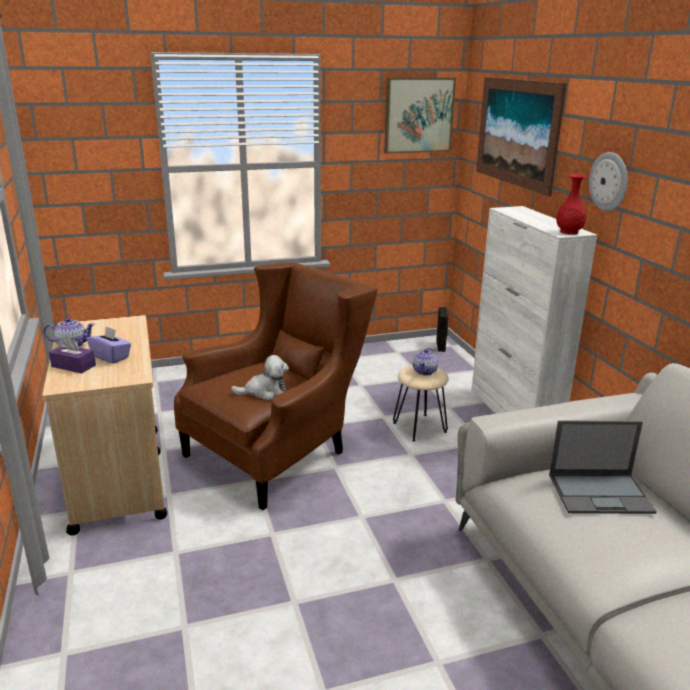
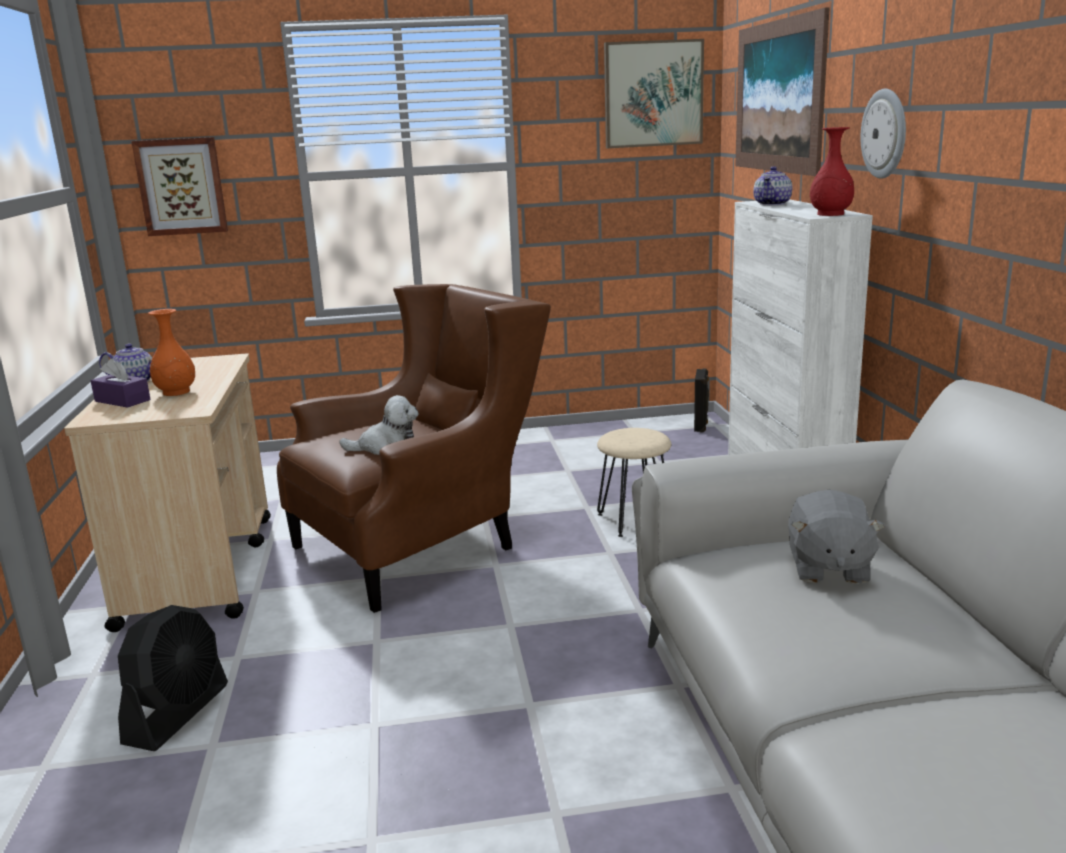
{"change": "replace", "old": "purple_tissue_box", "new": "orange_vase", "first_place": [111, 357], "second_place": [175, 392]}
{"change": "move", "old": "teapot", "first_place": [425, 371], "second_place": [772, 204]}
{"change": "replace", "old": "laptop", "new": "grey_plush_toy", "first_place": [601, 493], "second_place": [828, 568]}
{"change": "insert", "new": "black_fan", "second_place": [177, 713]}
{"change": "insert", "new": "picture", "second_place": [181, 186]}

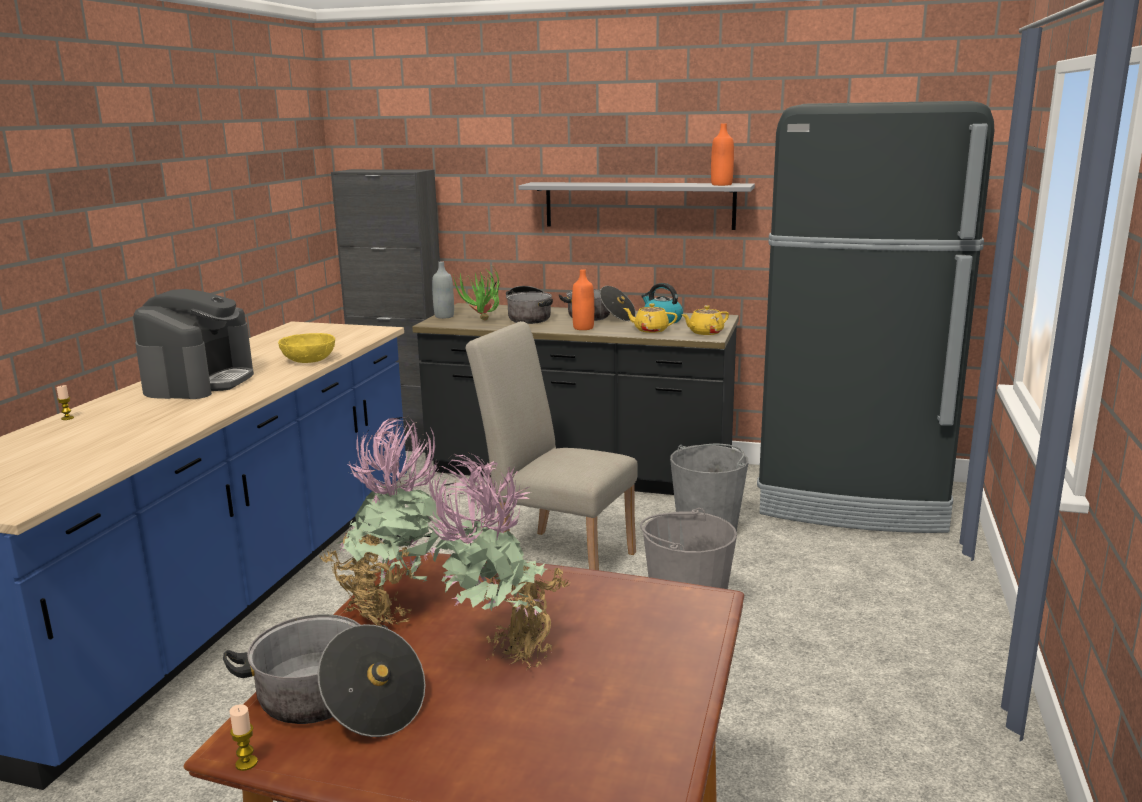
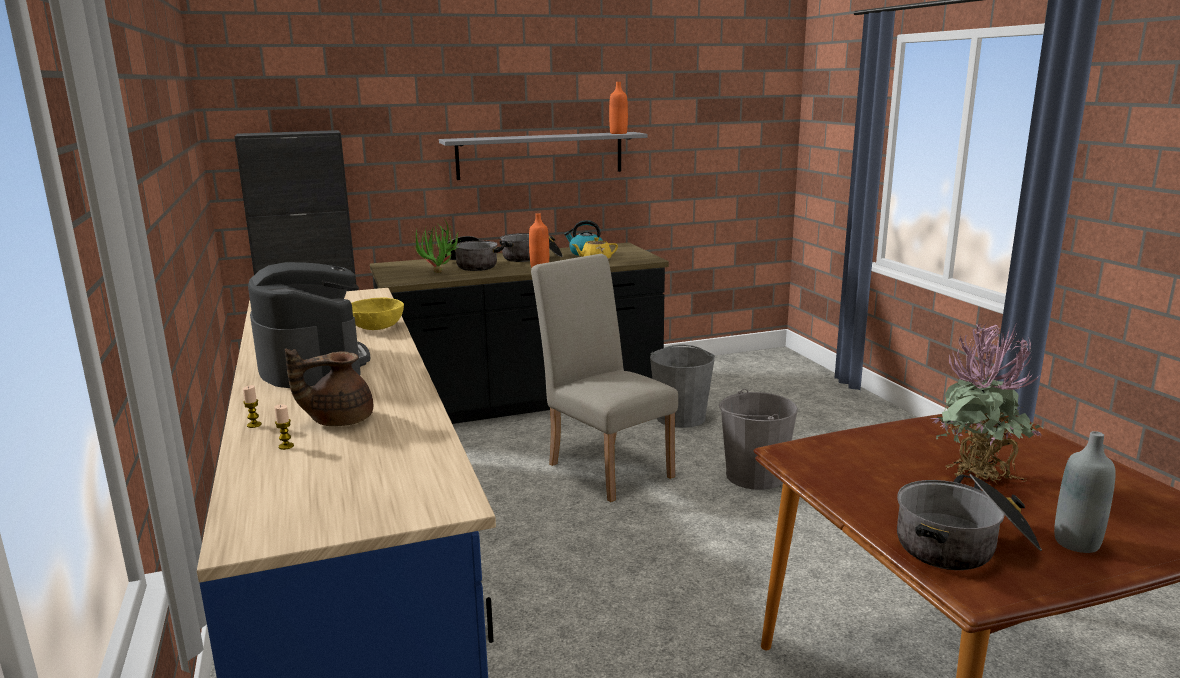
{"change": "move", "old": "candle", "first_place": [246, 763], "second_place": [286, 446]}
{"change": "delete", "old": "potted_plant", "first_place": [392, 609]}
{"change": "move", "old": "grey_bottle", "first_place": [444, 316], "second_place": [1076, 542]}
{"change": "rotate", "old": "beige_chair", "first_place": [557, 556], "second_place": [605, 466], "degrees": 60}
{"change": "delete", "old": "yellow_teapot", "first_place": [705, 332]}
{"change": "delete", "old": "black_fridge", "first_place": [852, 500]}
{"change": "insert", "new": "brown_teapot", "second_place": [339, 420]}

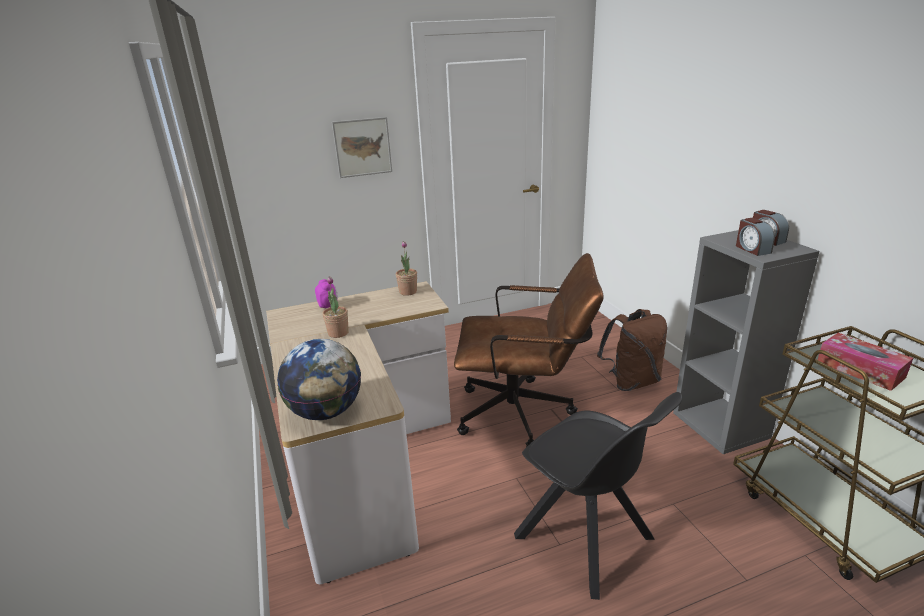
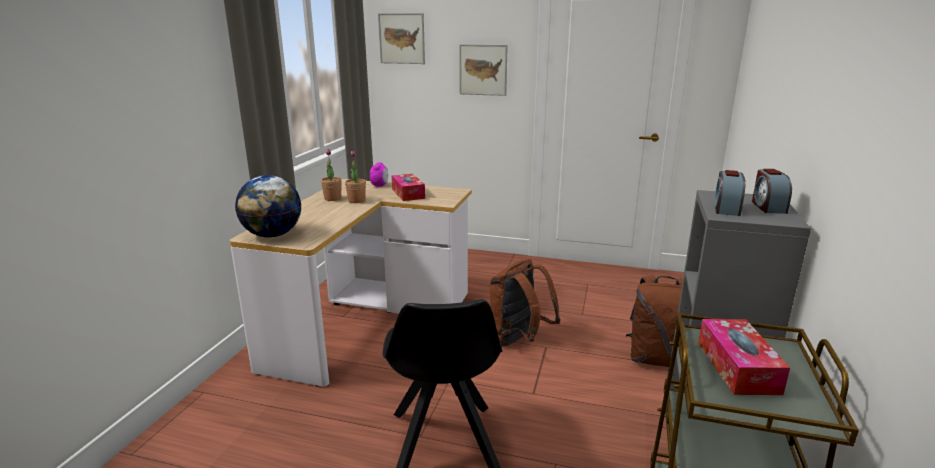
{"change": "move", "old": "potted_plant", "first_place": [408, 292], "second_place": [332, 198]}
{"change": "replace", "old": "brown_office_chair", "new": "brown_backpack", "first_place": [525, 414], "second_place": [518, 341]}
{"change": "insert", "new": "picture", "second_place": [402, 38]}
{"change": "insert", "new": "tissue_box", "second_place": [408, 193]}

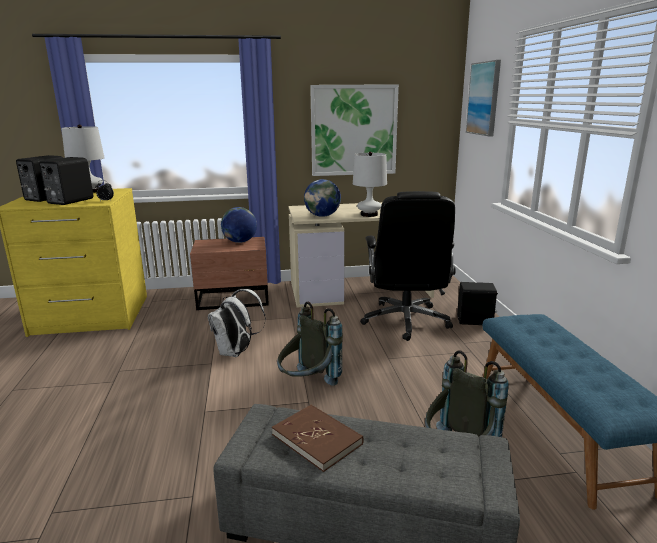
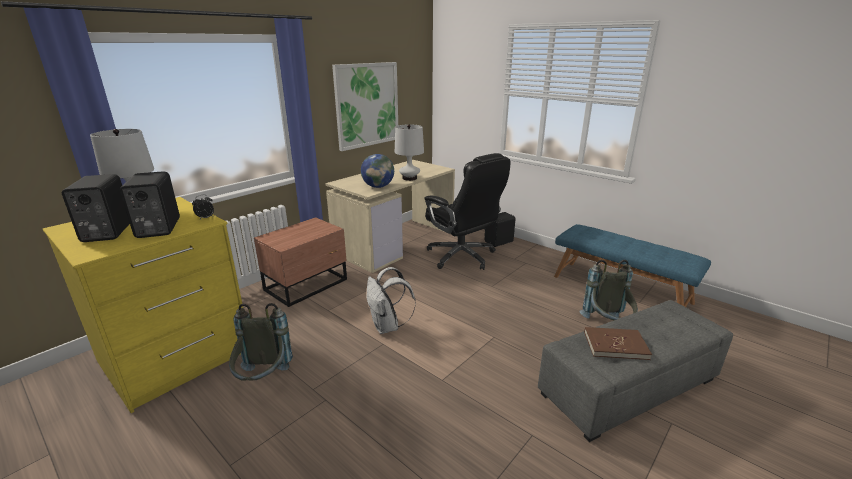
{"change": "delete", "old": "globe", "first_place": [240, 242]}
{"change": "move", "old": "grey_backpack", "first_place": [308, 385], "second_place": [264, 380]}
{"change": "delete", "old": "picture", "first_place": [484, 98]}

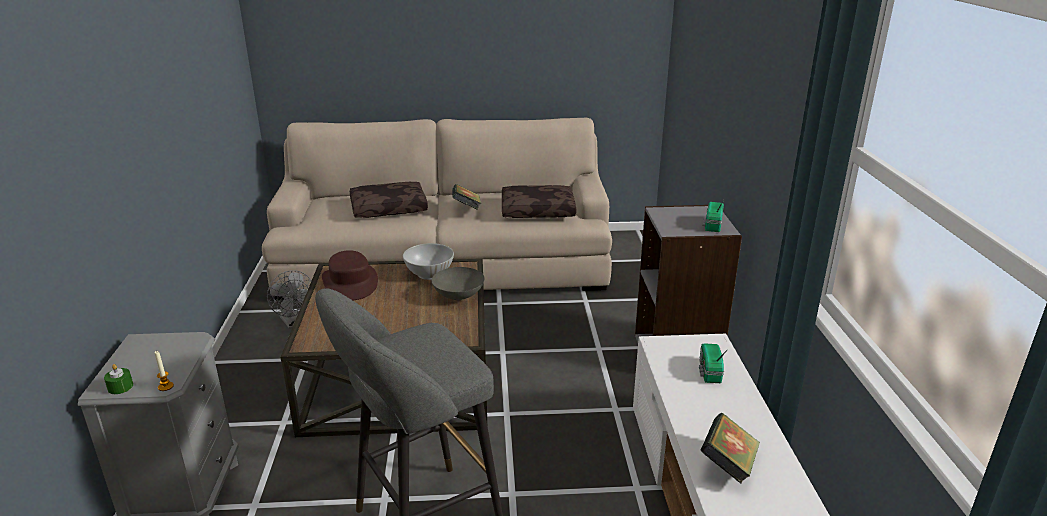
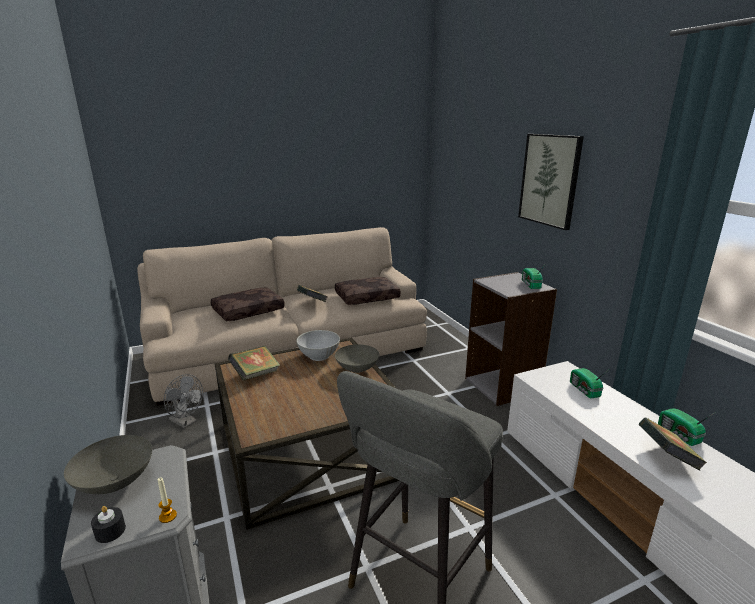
{"change": "recolor", "old": "green_candle", "new": "black_candle", "first_place": [120, 387], "second_place": [110, 531]}
{"change": "replace", "old": "brown_hat", "new": "book", "first_place": [350, 283], "second_place": [255, 374]}
{"change": "insert", "new": "grey_bowl", "second_place": [114, 483]}
{"change": "insert", "new": "picture", "second_place": [550, 180]}
{"change": "insert", "new": "radio", "second_place": [679, 435]}

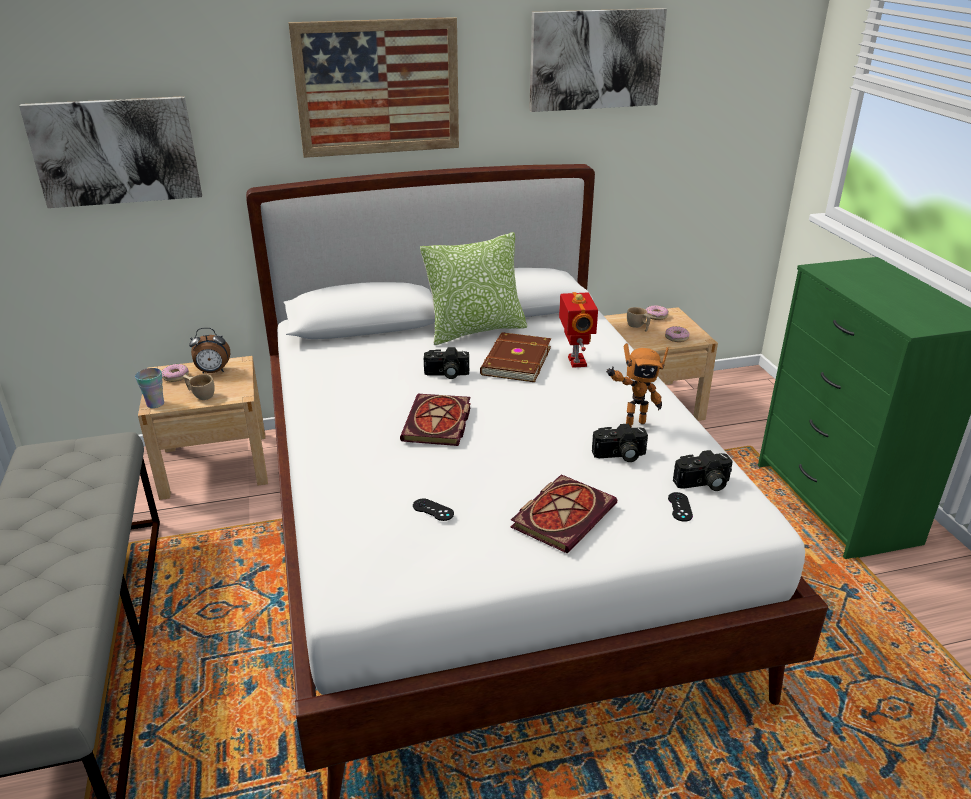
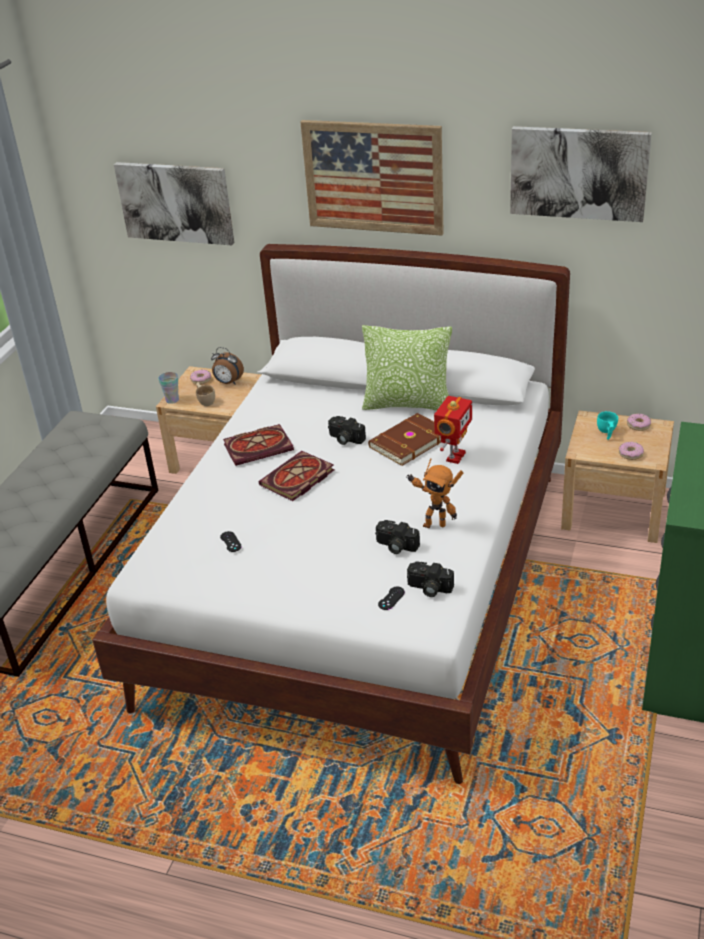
{"change": "move", "old": "book", "first_place": [563, 514], "second_place": [259, 446]}
{"change": "recolor", "old": "beige_cup", "new": "turquoise_cup", "first_place": [638, 327], "second_place": [606, 432]}

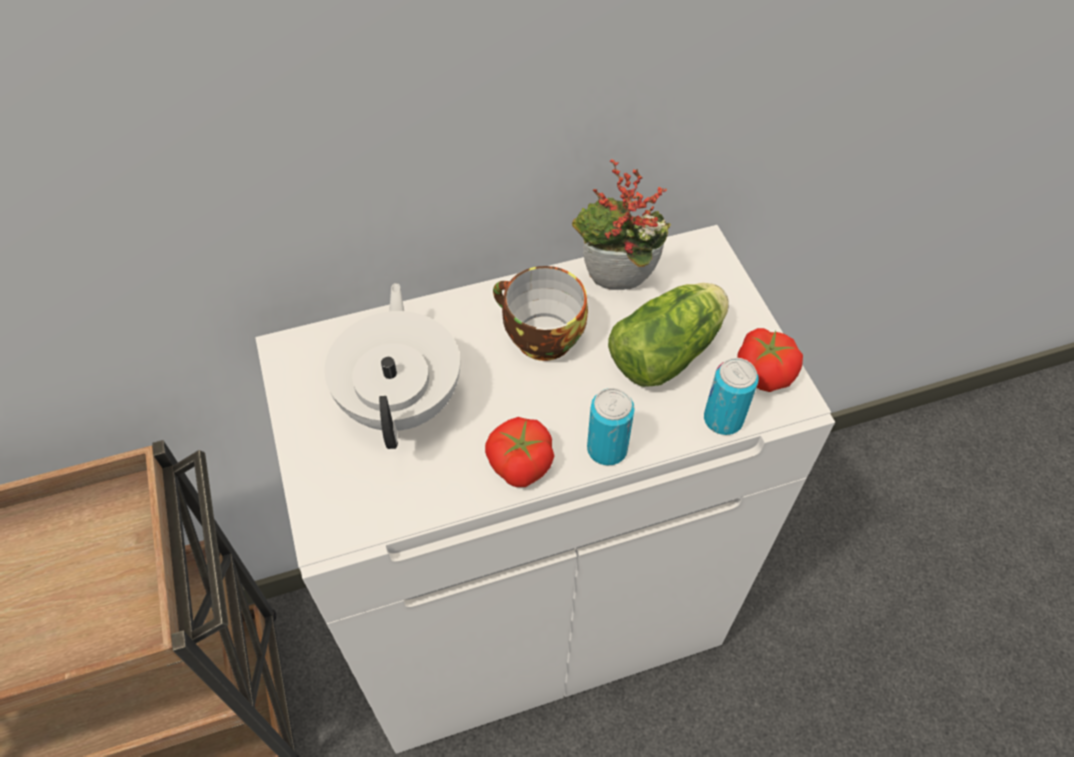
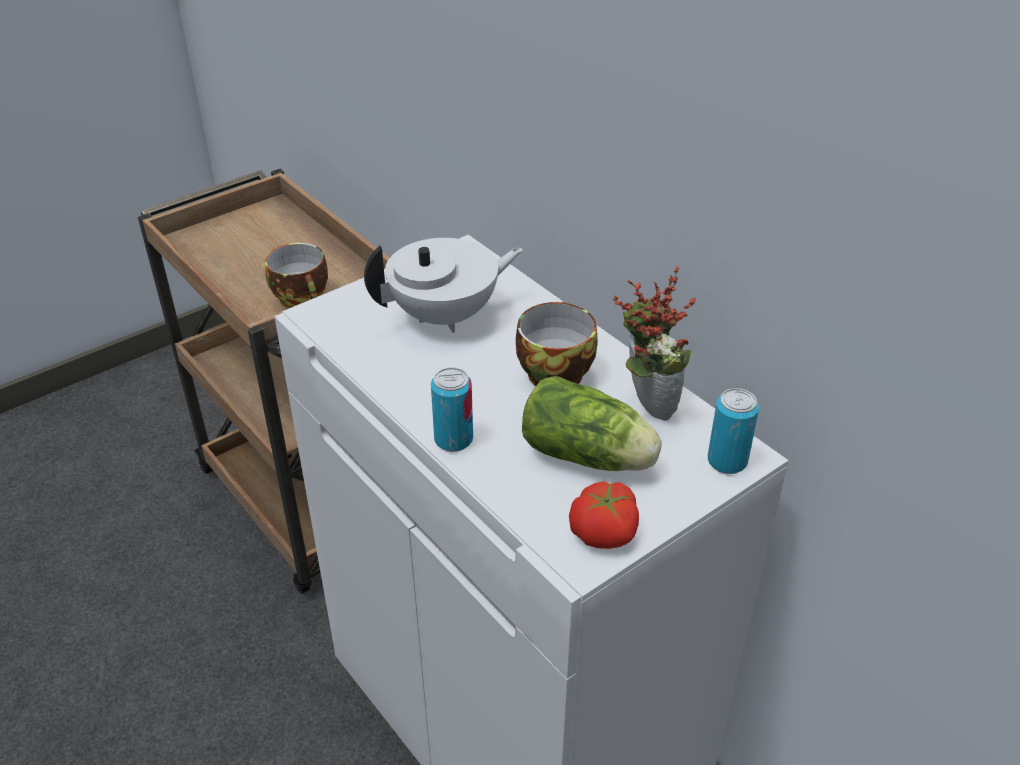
{"change": "delete", "old": "tomato", "first_place": [519, 463]}
{"change": "move", "old": "can", "first_place": [723, 419], "second_place": [727, 461]}
{"change": "insert", "new": "cup", "second_place": [303, 299]}

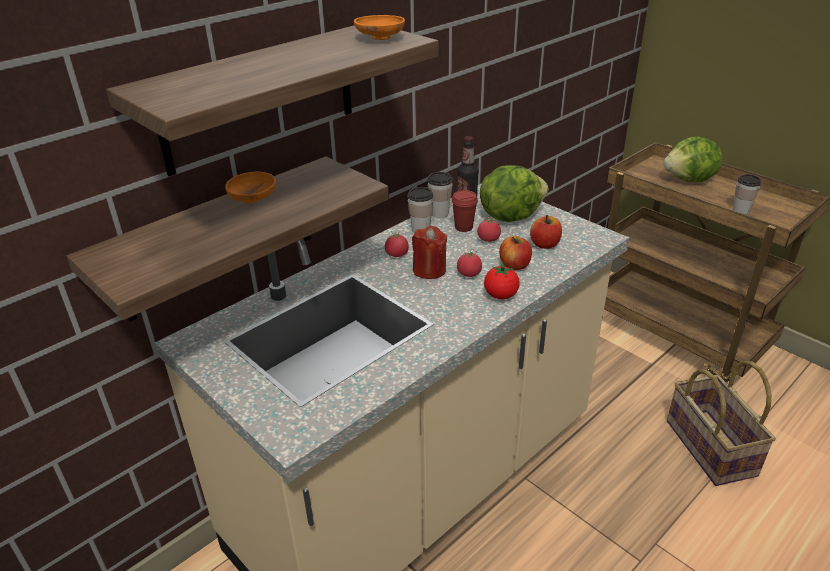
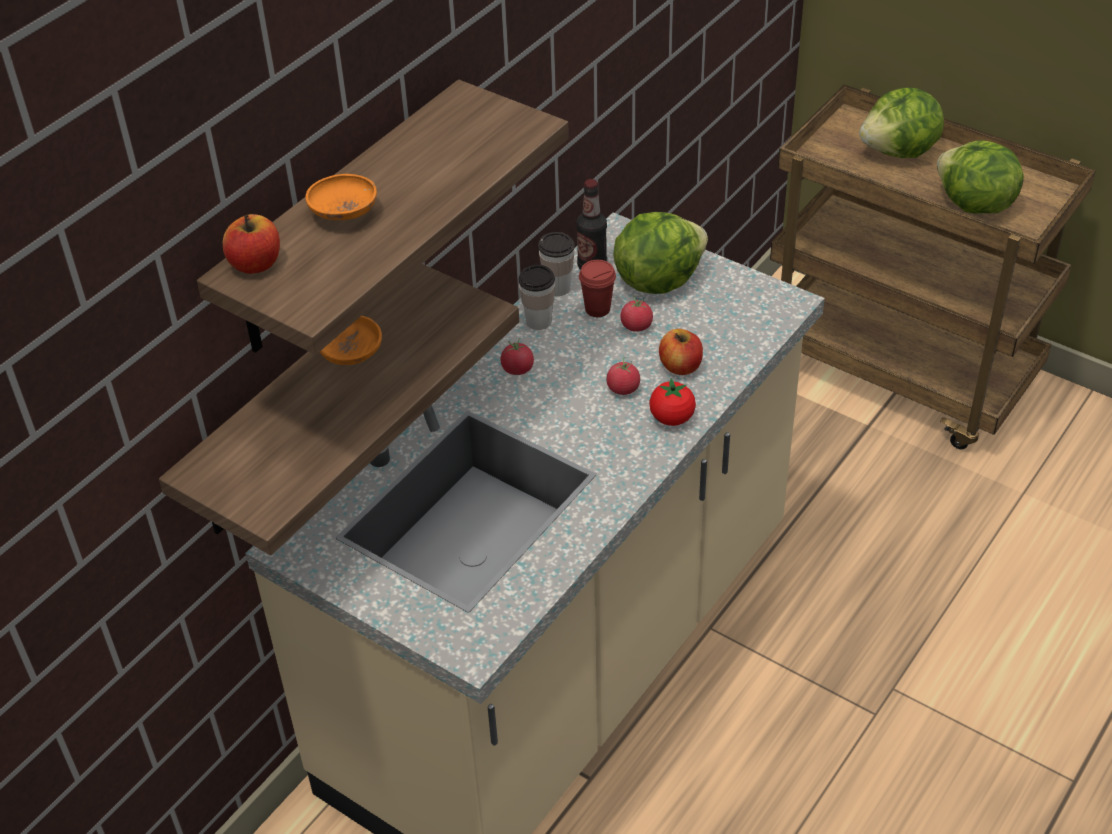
{"change": "move", "old": "orange_bowl", "first_place": [380, 38], "second_place": [344, 213]}
{"change": "delete", "old": "red_candle", "first_place": [429, 270]}
{"change": "move", "old": "apple", "first_place": [545, 244], "second_place": [256, 263]}
{"change": "delete", "old": "basket", "first_place": [708, 447]}
{"change": "replace", "old": "cup", "new": "lettuce", "first_place": [740, 211], "second_place": [973, 205]}

